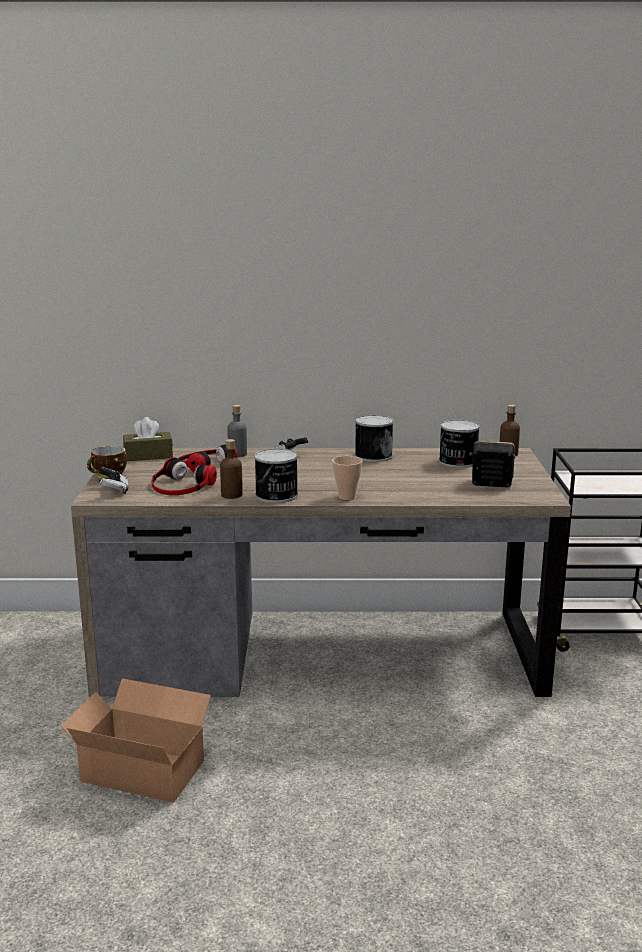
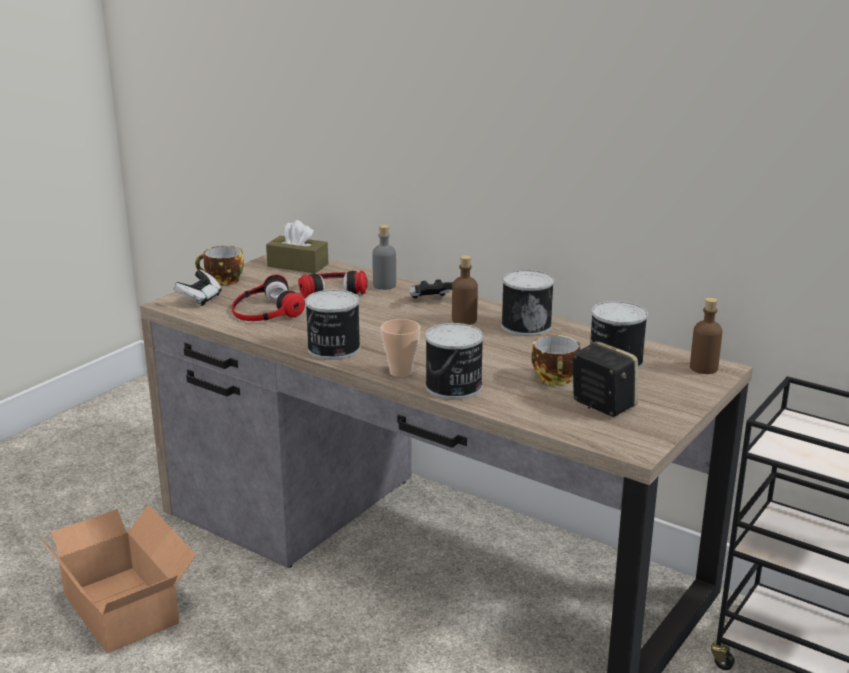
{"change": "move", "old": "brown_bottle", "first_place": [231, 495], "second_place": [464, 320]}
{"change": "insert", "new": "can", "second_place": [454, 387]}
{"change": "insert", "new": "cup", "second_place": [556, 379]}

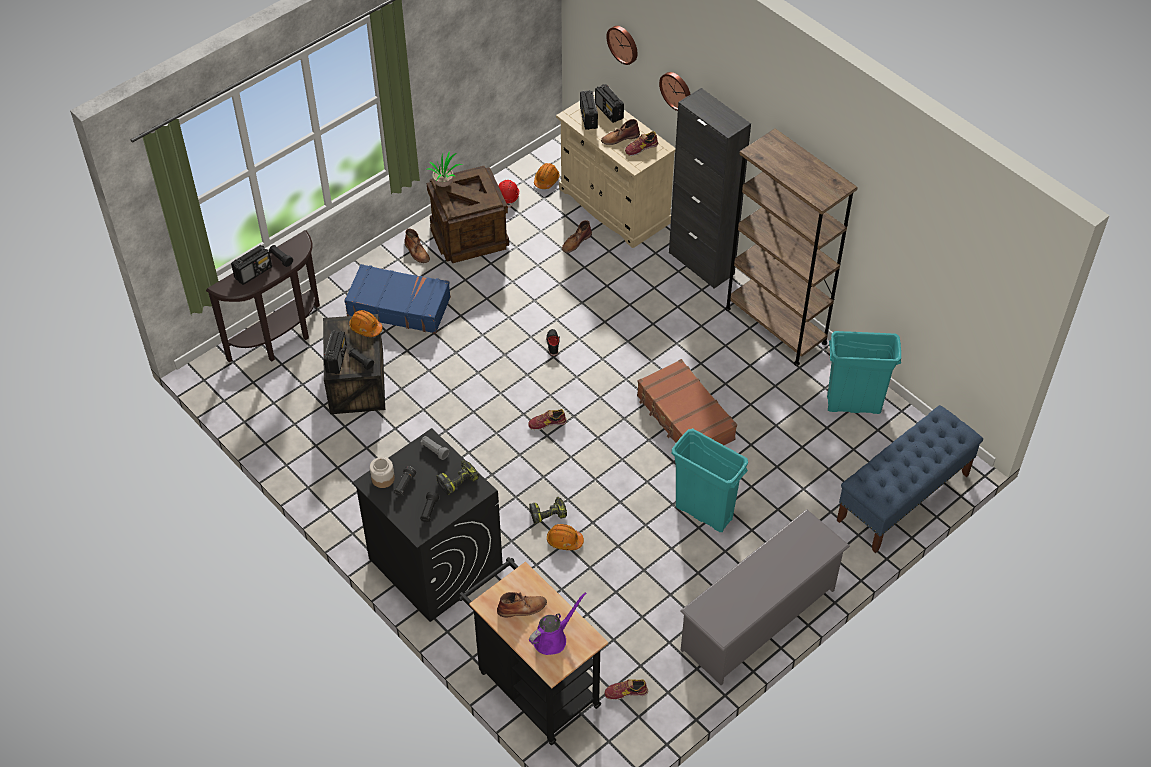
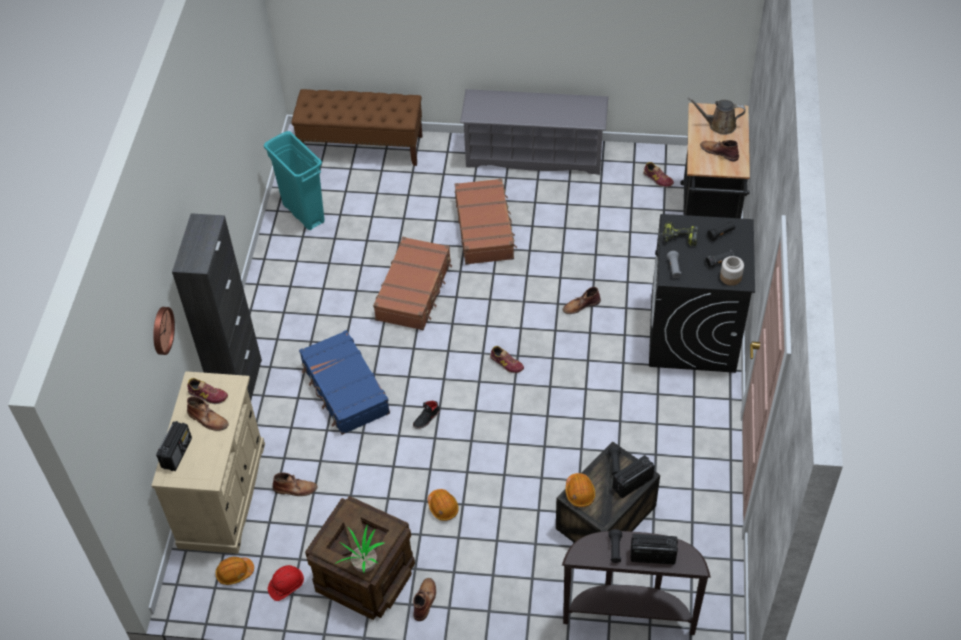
{"change": "move", "old": "blue_suitcase", "first_place": [399, 306], "second_place": [345, 390]}
{"change": "replace", "old": "power_drill", "new": "brown_boot", "first_place": [548, 513], "second_place": [581, 305]}
{"change": "recolor", "old": "purple_watering_can", "new": "brown_watering_can", "first_place": [552, 638], "second_place": [719, 125]}
{"change": "move", "old": "orange_hard_hat", "first_place": [564, 540], "second_place": [443, 507]}
{"change": "delete", "old": "radio", "first_place": [588, 118]}
{"change": "delete", "old": "wall_clock", "first_place": [623, 44]}
{"change": "replace", "old": "turquoise_trash_can", "new": "brown_suitcase", "first_place": [704, 513], "second_place": [485, 228]}
{"change": "delete", "old": "brown_bookcase", "first_place": [775, 325]}
{"change": "recolor", "old": "blue_bench", "new": "brown_bench", "first_place": [903, 498], "second_place": [362, 147]}

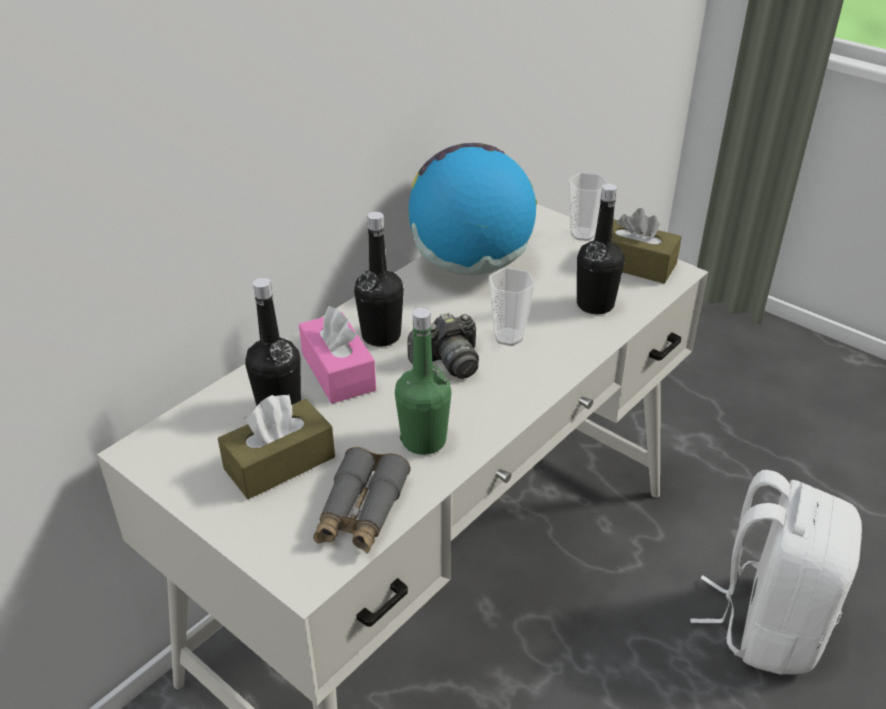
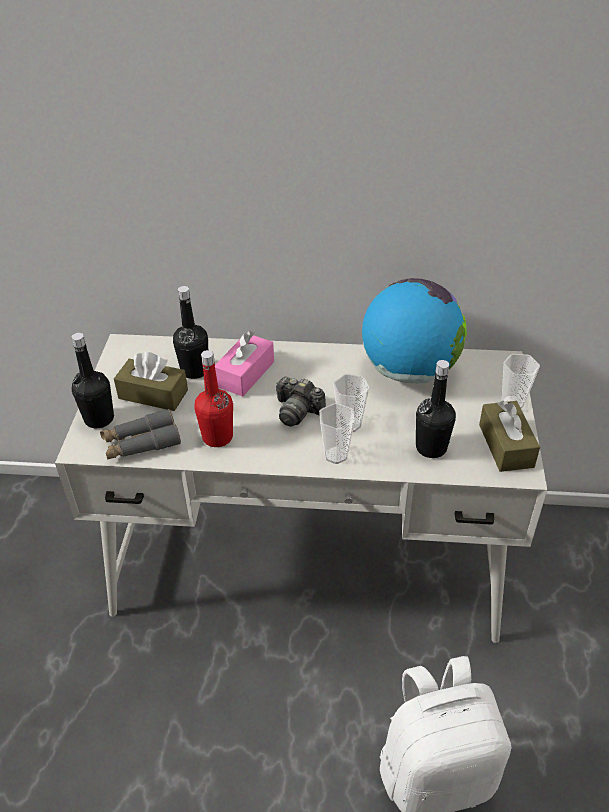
{"change": "move", "old": "black_bottle", "first_place": [381, 336], "second_place": [99, 419]}
{"change": "recolor", "old": "green_bottle", "new": "red_bottle", "first_place": [423, 440], "second_place": [217, 437]}
{"change": "insert", "new": "cup", "second_place": [336, 455]}

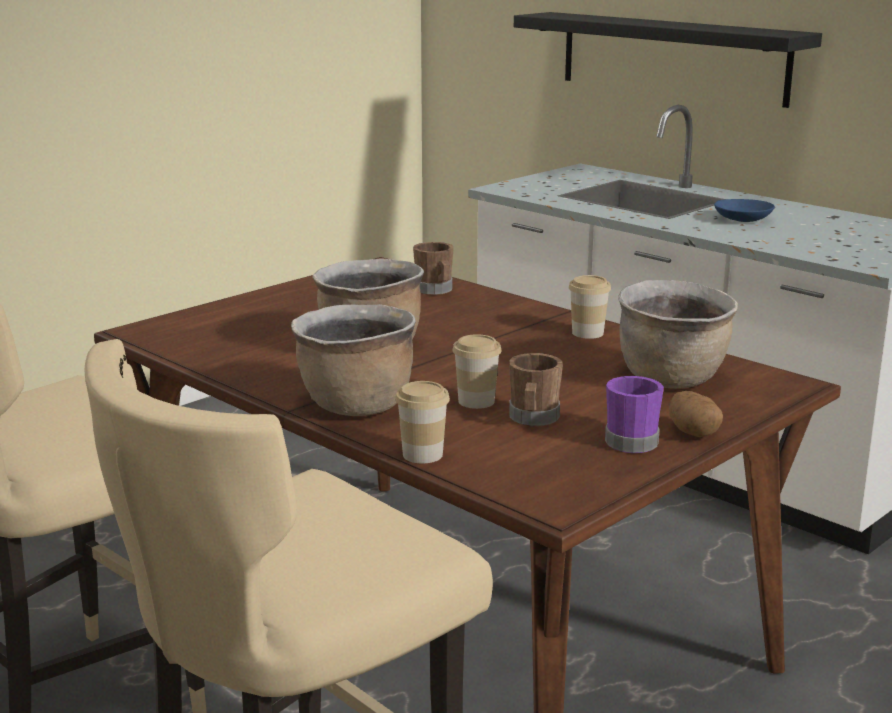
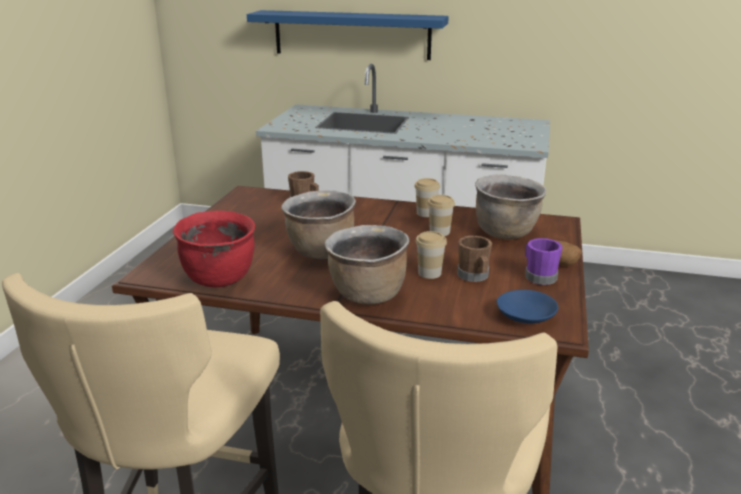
{"change": "move", "old": "cup", "first_place": [422, 454], "second_place": [439, 232]}
{"change": "recolor", "old": "black_shelf", "new": "blue_shelf", "first_place": [672, 57], "second_place": [351, 34]}
{"change": "move", "old": "blue_bowl", "first_place": [742, 219], "second_place": [524, 316]}
{"change": "insert", "new": "red_cooking_pot", "second_place": [220, 278]}

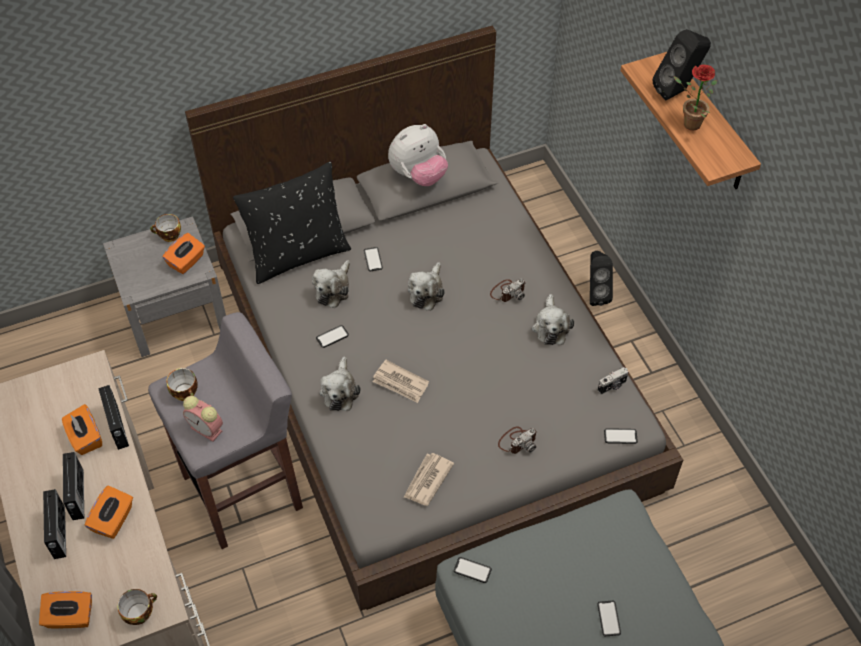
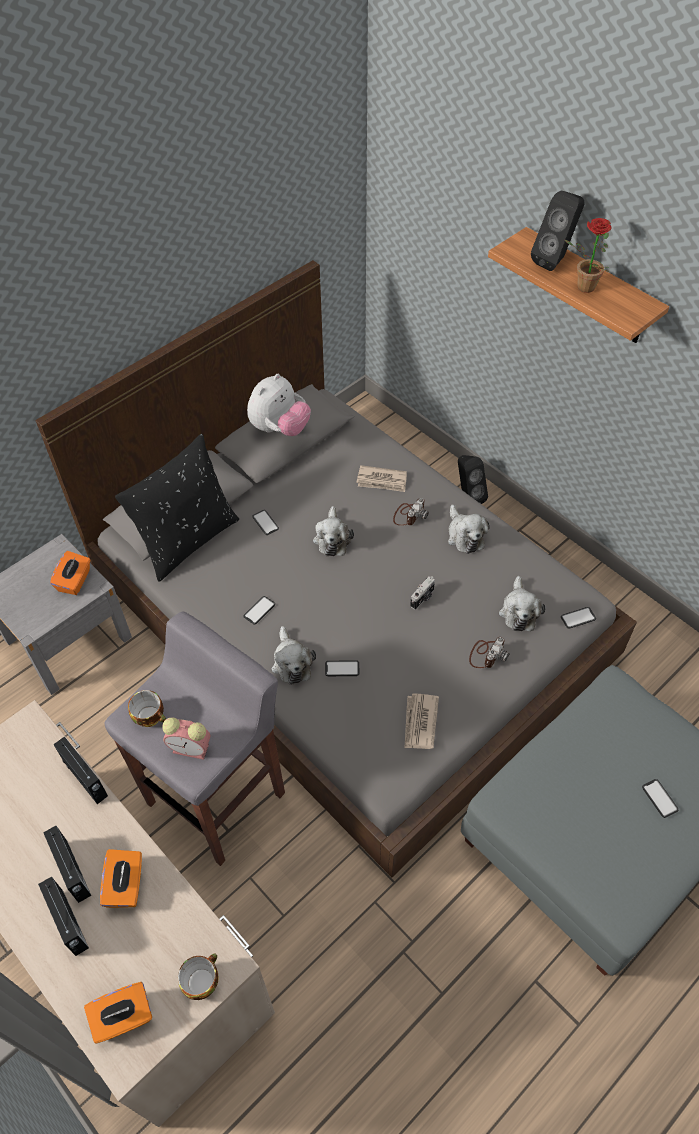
{"change": "delete", "old": "orange_tissue_box", "first_place": [85, 438]}
{"change": "delete", "old": "cup", "first_place": [169, 236]}
{"change": "move", "old": "plush_toy", "first_place": [333, 289], "second_place": [519, 611]}
{"change": "move", "old": "newspaper", "first_place": [400, 383], "second_place": [382, 481]}
{"change": "move", "old": "phone", "first_place": [472, 570], "second_place": [342, 668]}
{"change": "move", "old": "photo_camera", "first_place": [612, 386], "second_place": [423, 598]}

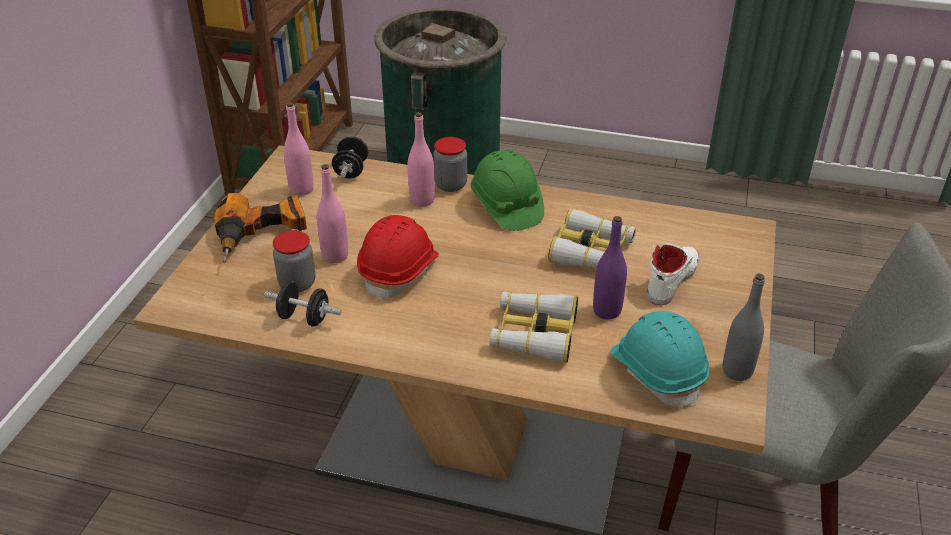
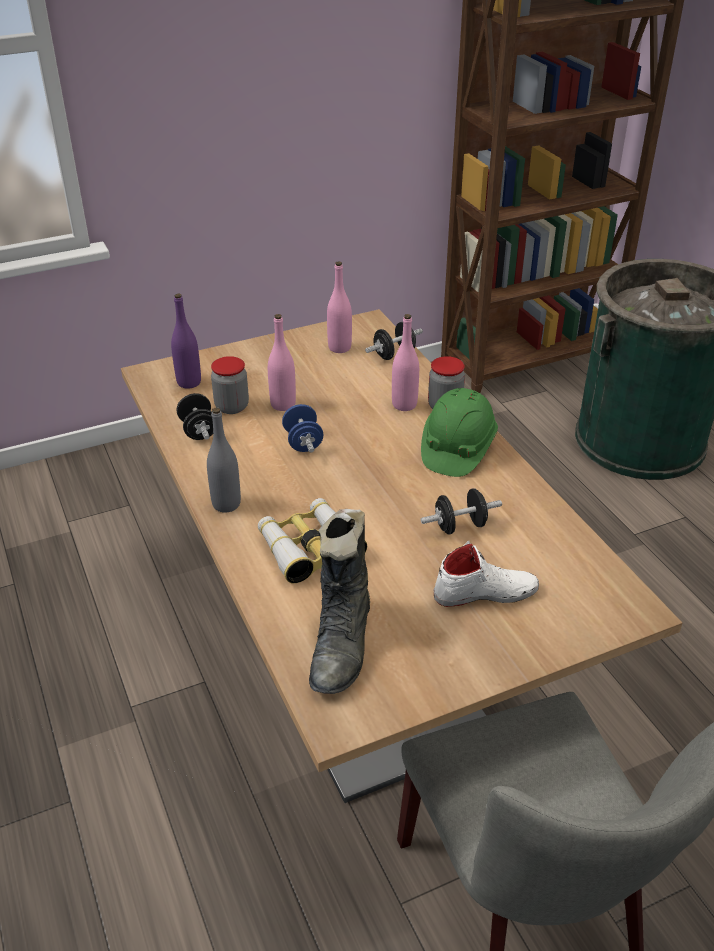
{"change": "delete", "old": "power_drill", "first_place": [262, 235]}
{"change": "replace", "old": "red_hard_hat", "new": "blue_dumbbell", "first_place": [400, 271], "second_place": [303, 442]}
{"change": "replace", "old": "binoculars", "new": "black_dumbbell", "first_place": [592, 252], "second_place": [460, 526]}
{"change": "move", "old": "purple_bottle", "first_place": [607, 311], "second_place": [189, 382]}
{"change": "replace", "old": "turquoise_hard_hat", "new": "black_boot", "first_place": [657, 372], "second_place": [342, 644]}
{"change": "move", "old": "grey_bottle", "first_place": [737, 371], "second_place": [226, 504]}

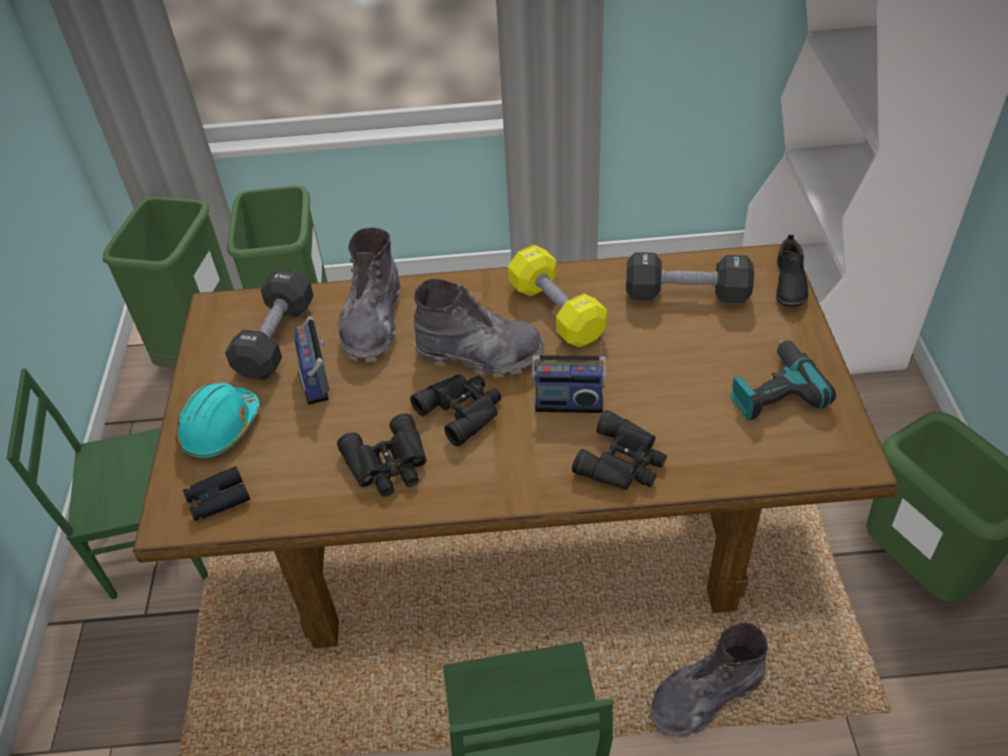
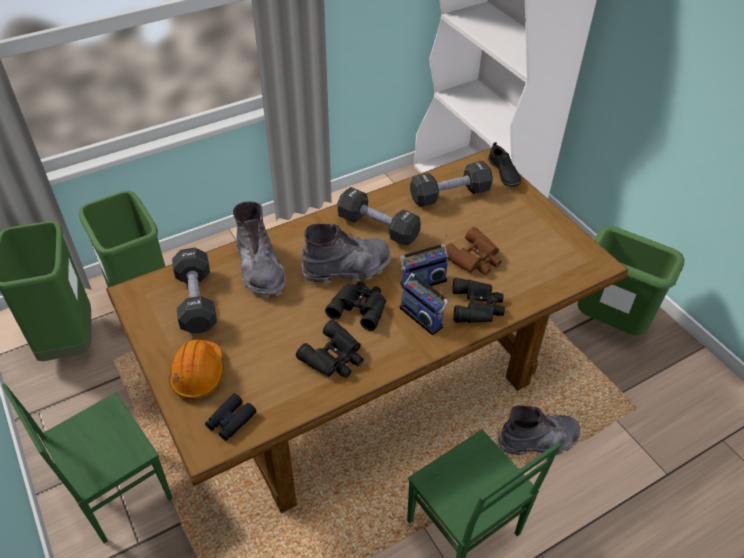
{"change": "recolor", "old": "turquoise_hard_hat", "new": "orange_hard_hat", "first_place": [220, 429], "second_place": [198, 374]}
{"change": "move", "old": "radio", "first_place": [317, 378], "second_place": [423, 316]}
{"change": "recolor", "old": "yellow_dumbbell", "new": "black_dumbbell", "first_place": [556, 312], "second_place": [378, 227]}
{"change": "rotate", "old": "grey_boot", "first_place": [705, 696], "second_place": [538, 440], "degrees": -135}
{"change": "delete", "old": "power_drill", "first_place": [773, 390]}
{"change": "insert", "new": "brown_binoculars", "second_place": [475, 259]}

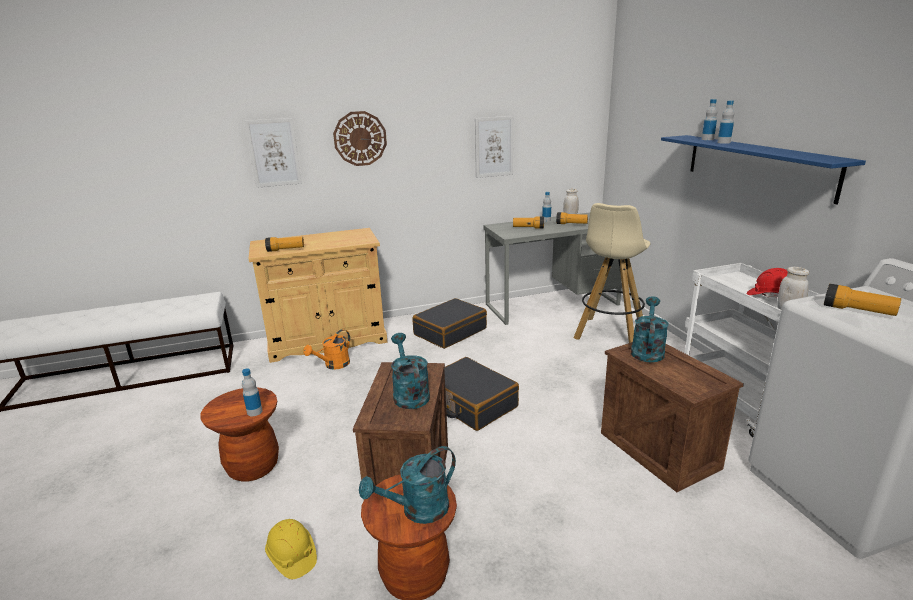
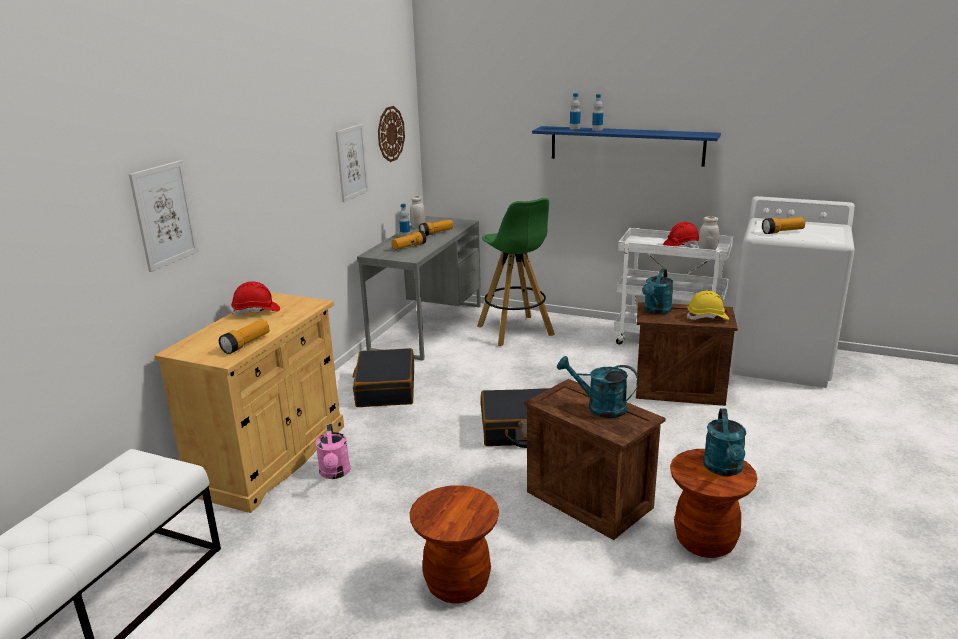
{"change": "delete", "old": "bottle", "first_place": [254, 412]}
{"change": "move", "old": "yellow_hard_hat", "first_place": [292, 557], "second_place": [707, 317]}
{"change": "recolor", "old": "orange_watering_can", "new": "pink_watering_can", "first_place": [333, 365], "second_place": [335, 473]}
{"change": "move", "old": "wall_clock", "first_place": [360, 138], "second_place": [390, 134]}
{"change": "recolor", "old": "beige_stool", "new": "green_stool", "first_place": [609, 334], "second_place": [516, 331]}
{"change": "rotate", "old": "turquoise_watering_can", "first_place": [647, 350], "second_place": [656, 311], "degrees": -120}
{"change": "insert", "new": "red_hard_hat", "second_place": [256, 311]}

